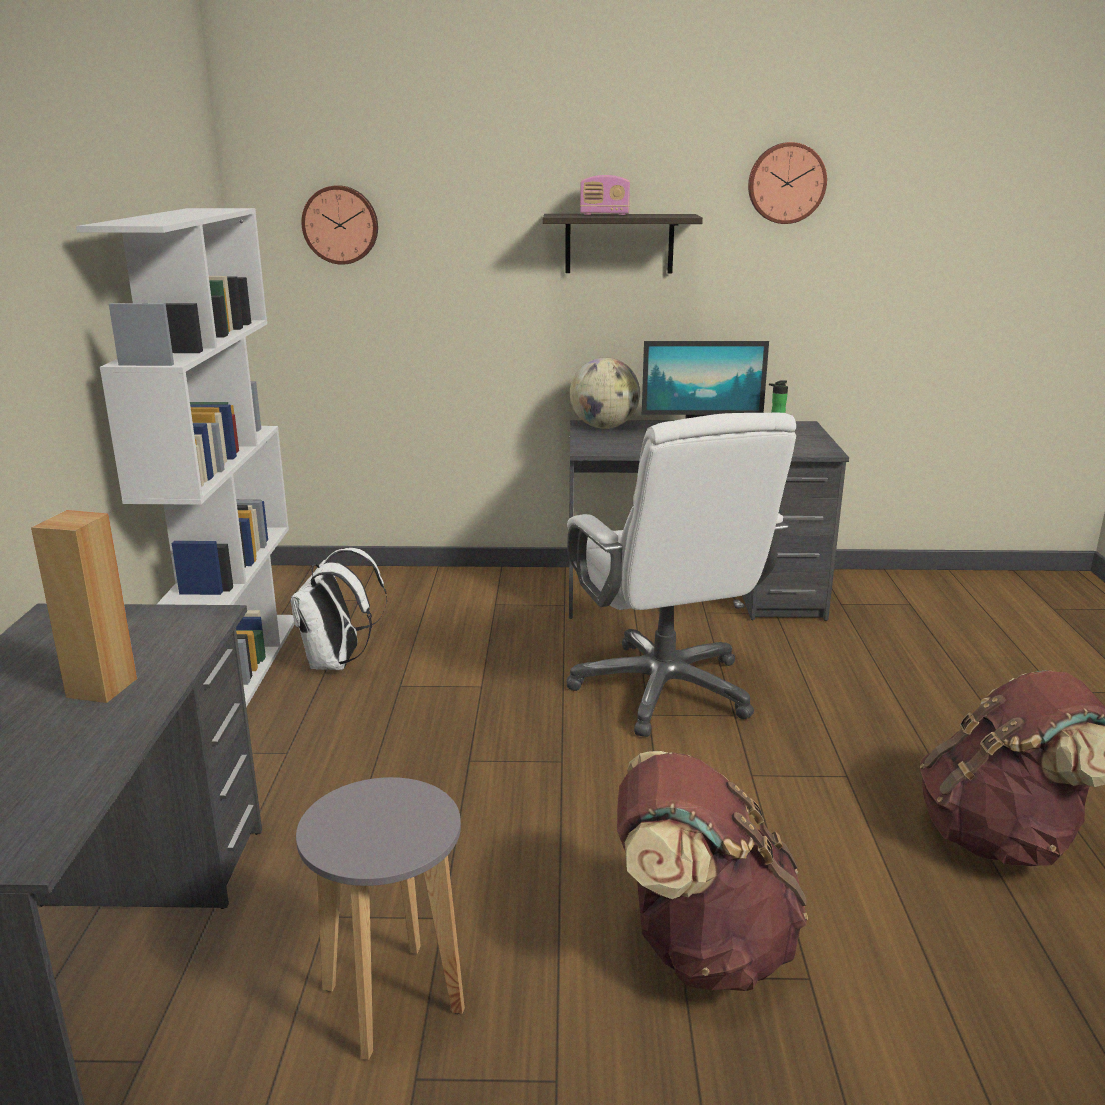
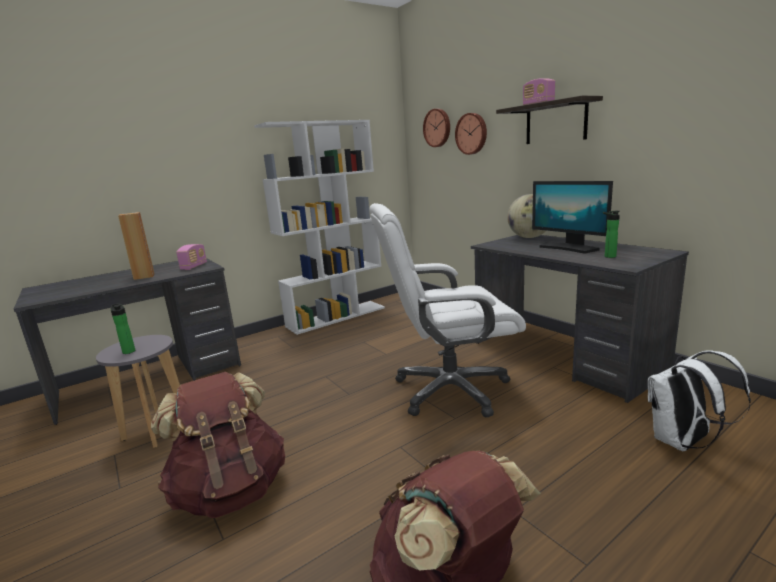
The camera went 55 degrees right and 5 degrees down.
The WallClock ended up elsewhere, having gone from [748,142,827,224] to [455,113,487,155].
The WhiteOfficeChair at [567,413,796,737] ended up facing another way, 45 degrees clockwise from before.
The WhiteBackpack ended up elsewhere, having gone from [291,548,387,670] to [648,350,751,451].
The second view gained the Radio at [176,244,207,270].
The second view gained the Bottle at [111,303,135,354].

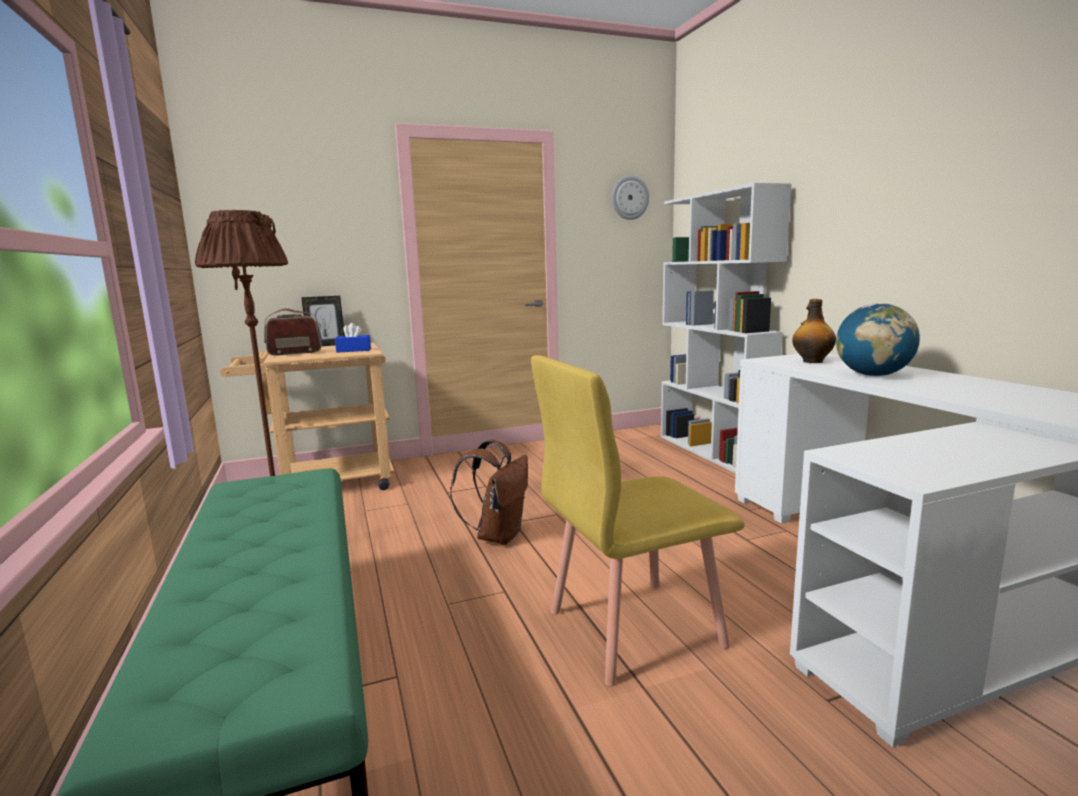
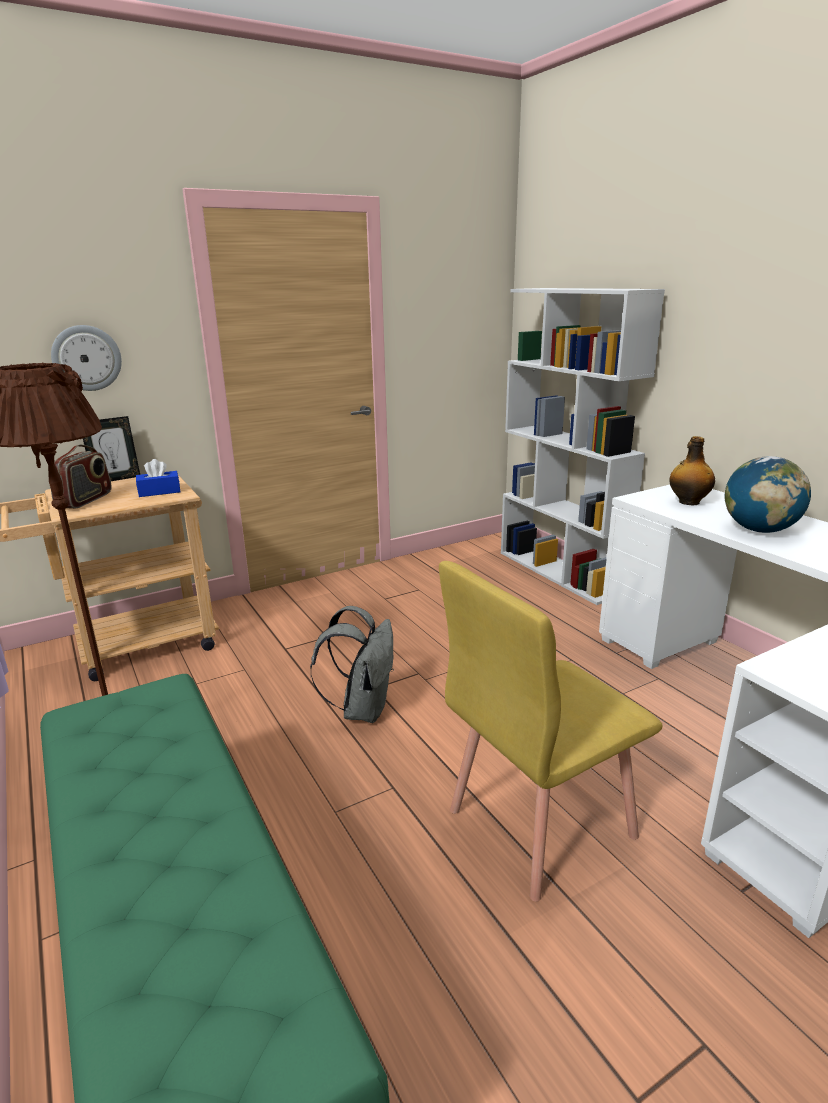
The camera went 10 degrees left and 10 degrees up.
The WallClock ended up elsewhere, having gone from [612,176,649,220] to [51,325,122,391].
The Radio at [264,308,322,356] ended up facing another way, 135 degrees clockwise from before.
What was the BrownBackpack at [450,440,528,545] turned into the GreyBackpack at [310,606,394,723].

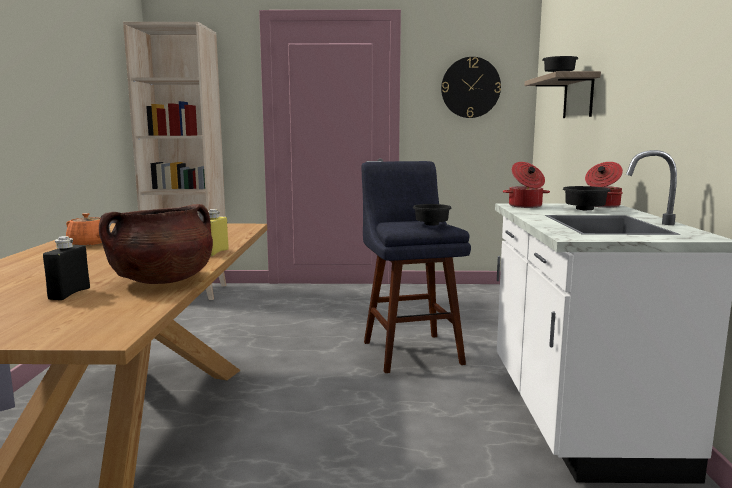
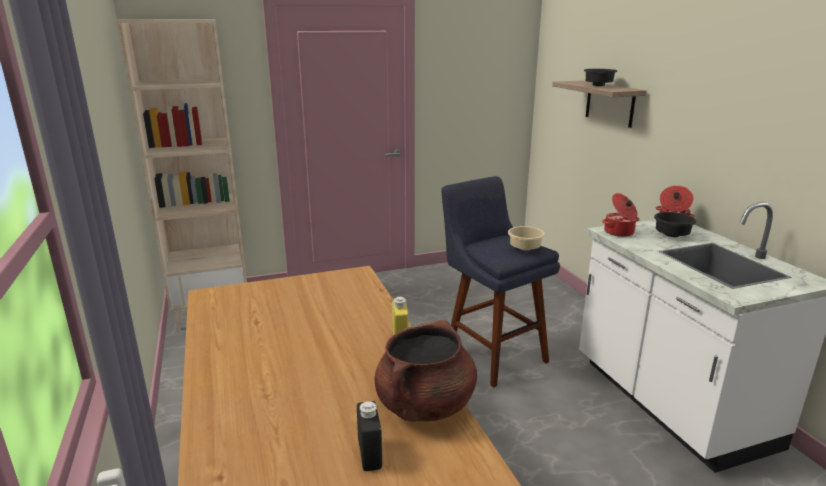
The camera went 20 degrees left and 10 degrees up.
The second view lost the WallClock at [441,57,501,118].
What was the BlackBowl at [413,204,452,226] turned into the BeigeBowl at [508,226,545,251].
The second view lost the OrangeTeapot at [66,213,102,246].

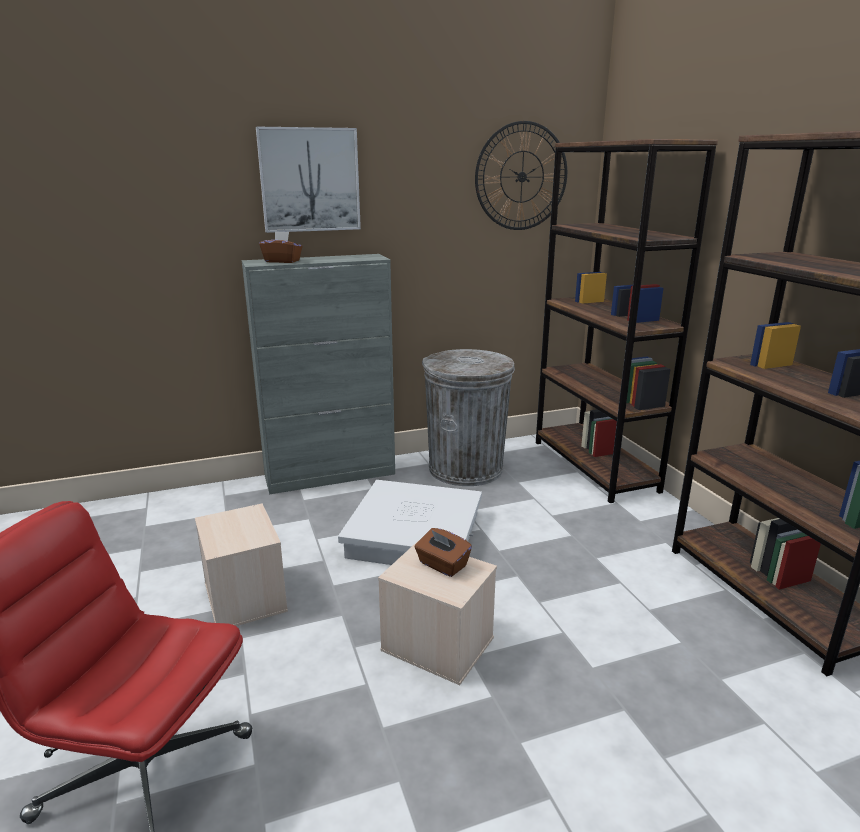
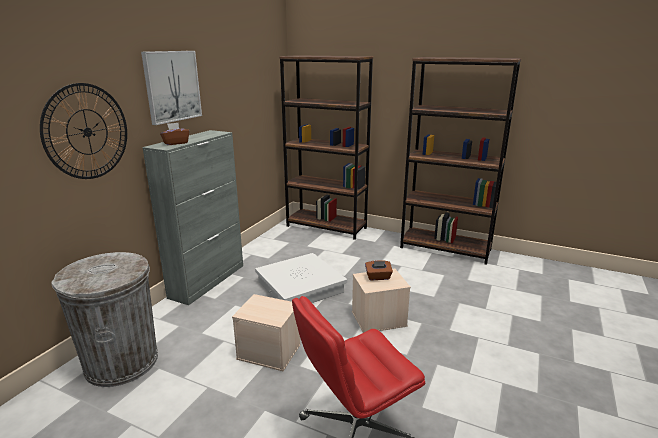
The camera went 45 degrees left and 0 degrees up.
The WallClock ended up elsewhere, having gone from [475,121,567,230] to [40,83,127,179].
The GreyTrashCan ended up elsewhere, having gone from [422,349,515,486] to [51,252,158,387].

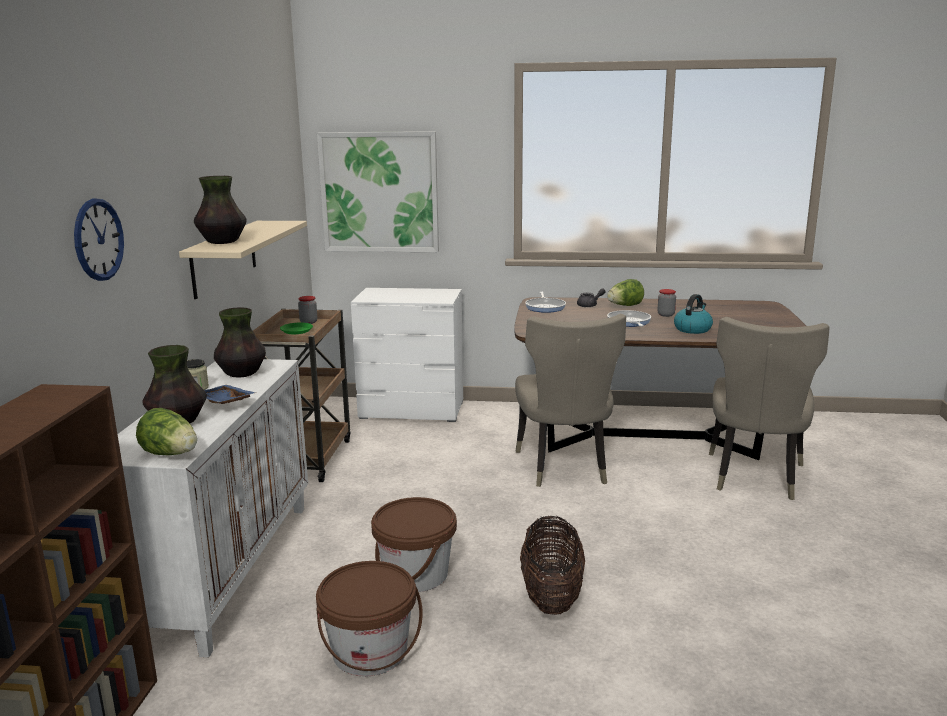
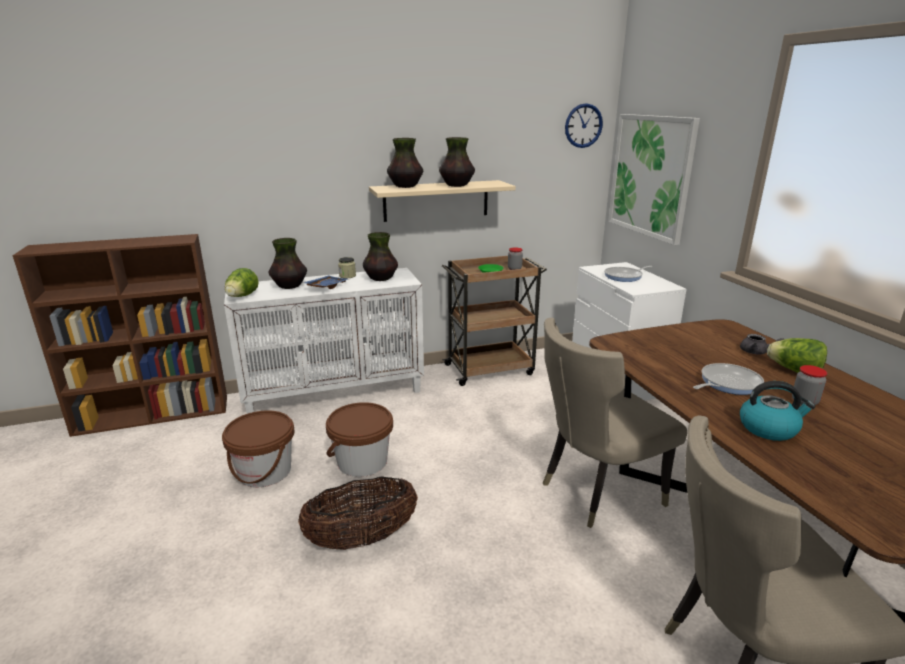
The camera went 65 degrees right and 5 degrees up.
The WallClock ended up elsewhere, having gone from [74,199,124,281] to [565,103,603,148].
The FryingPan ended up elsewhere, having gone from [525,292,566,313] to [604,266,653,282].
The second view gained the Vase at [439,137,475,187].

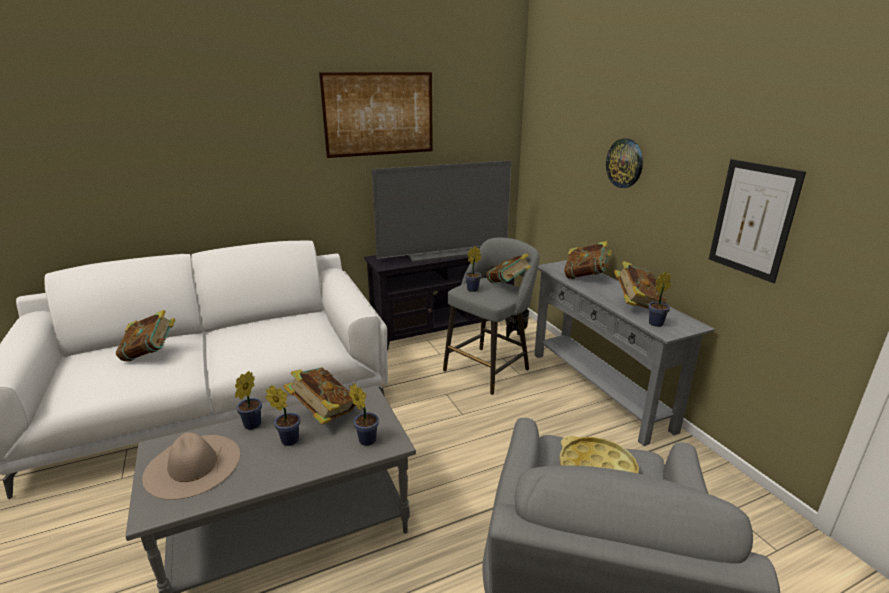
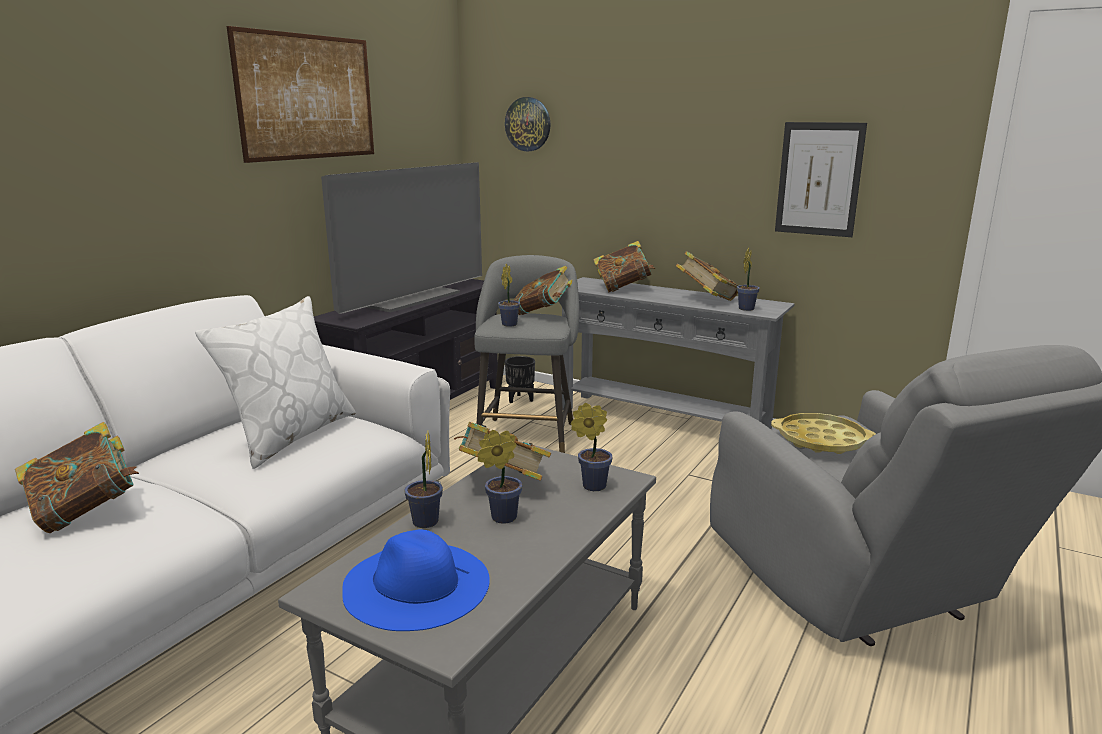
The camera went 35 degrees left and 5 degrees down.
The WallClock ended up elsewhere, having gone from [606,138,643,188] to [505,97,551,151].
What was the BeigeHat at [142,432,240,500] turned into the BlueHat at [342,530,490,631].
The second view gained the WhitePillow at [195,296,356,469].

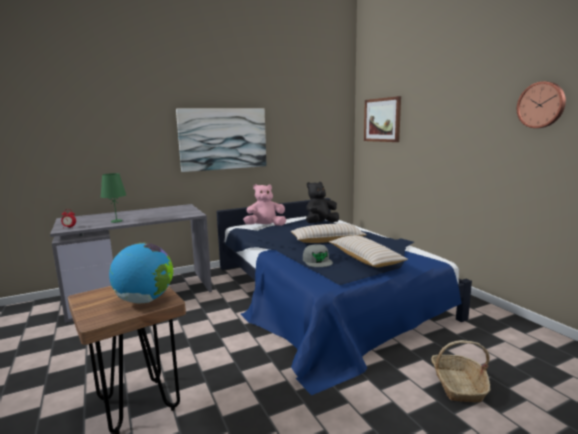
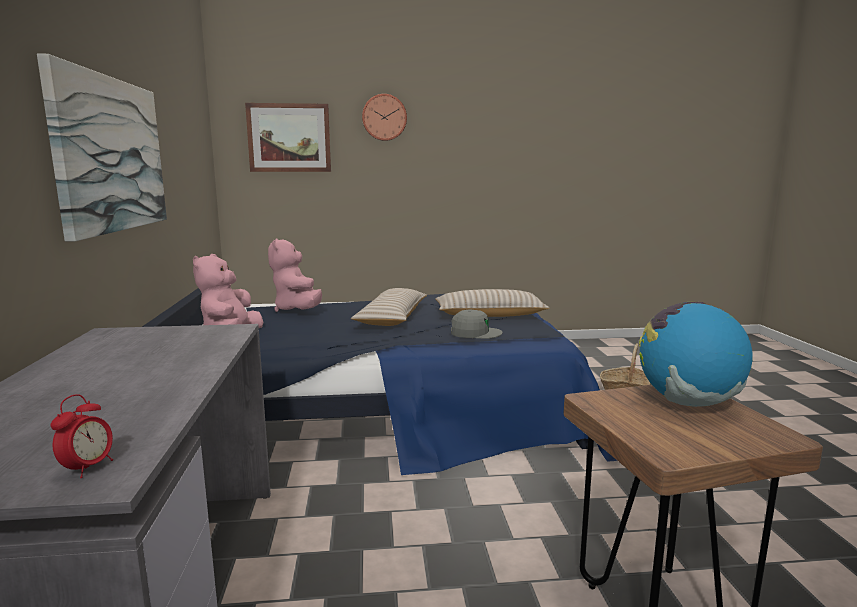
The camera went 70 degrees left and 0 degrees up.
The WallClock ended up elsewhere, having gone from [517,81,566,128] to [362,94,407,141].
The second view lost the GreenTableLamp at [100,173,126,223].
What was the BlackPlushToy at [306,182,339,223] turned into the PinkPlushToy at [268,239,322,312].

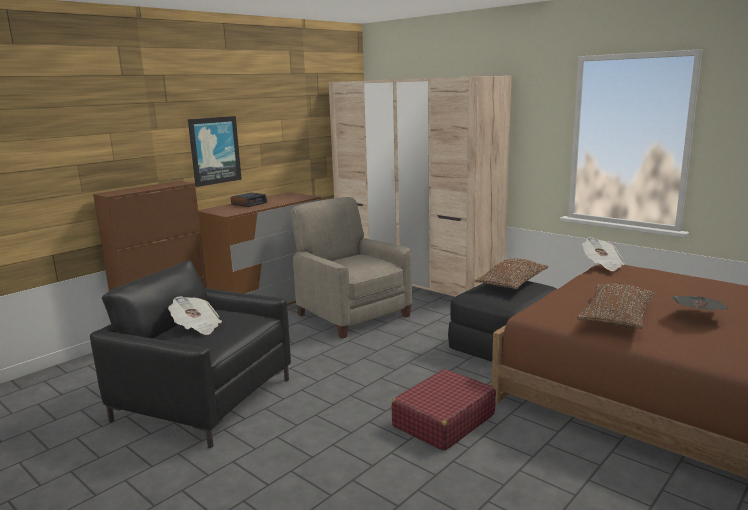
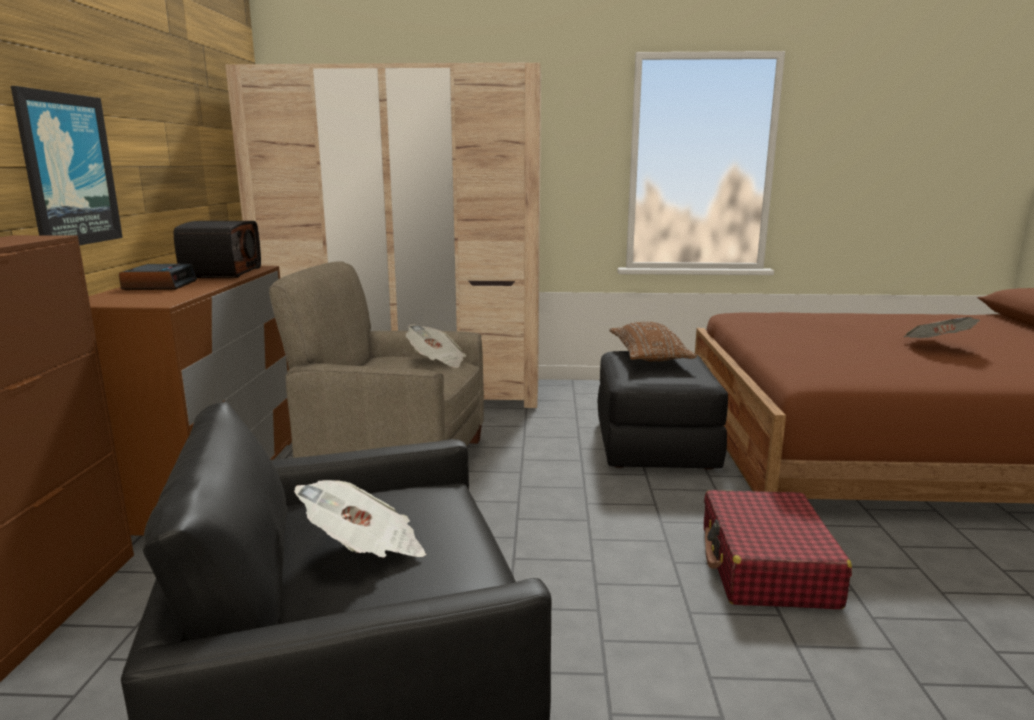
The camera went 40 degrees left and 0 degrees up.
The Newspaper ended up elsewhere, having gone from [582,237,625,271] to [405,324,466,368].
The second view lost the BrownPillow at [577,283,655,329].
The second view gained the Radio at [173,221,261,278].

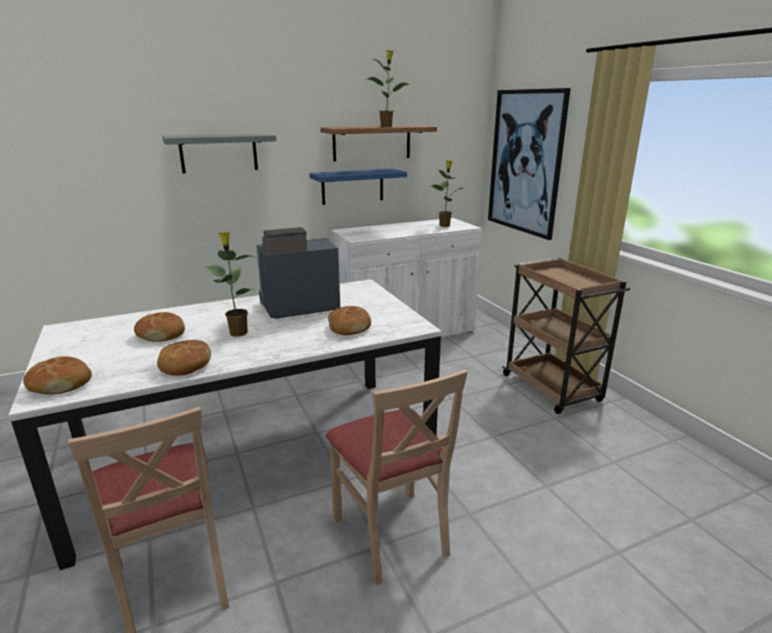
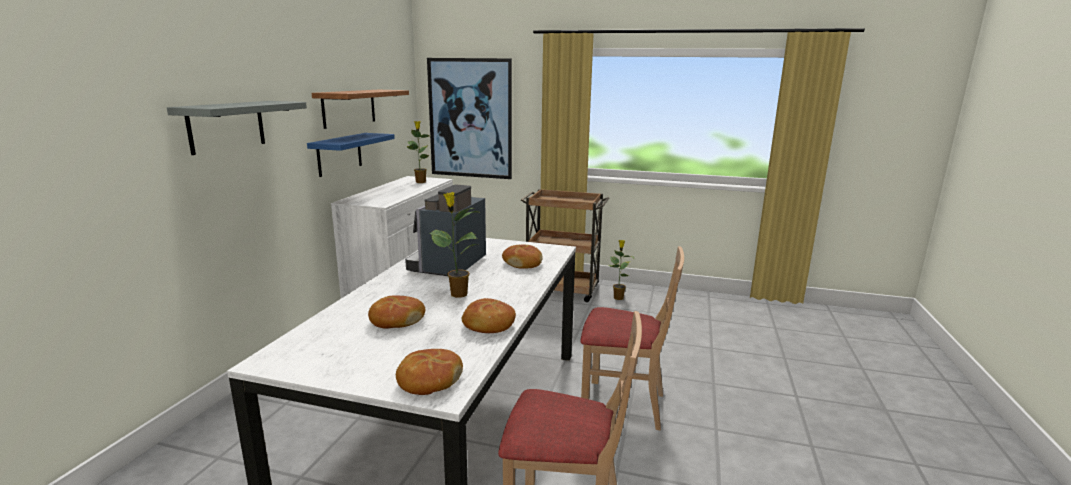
The camera went 50 degrees left and 5 degrees down.
The PottedPlant ended up elsewhere, having gone from [367,50,410,127] to [609,240,634,300].

